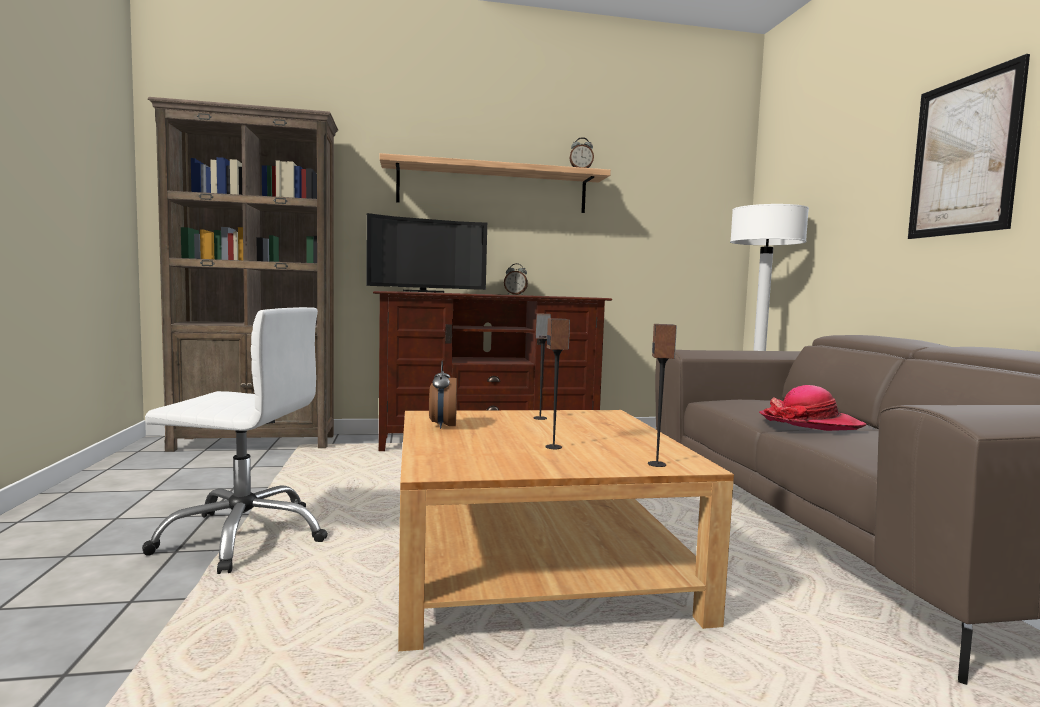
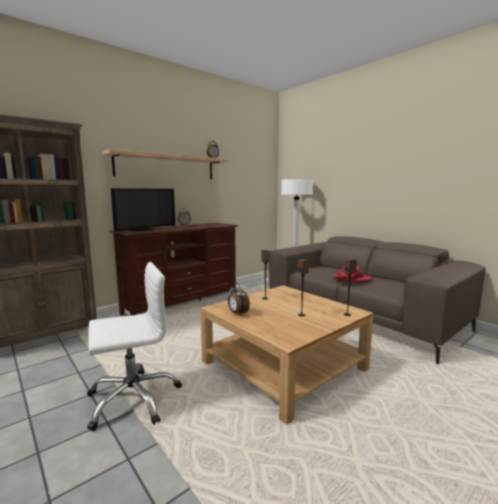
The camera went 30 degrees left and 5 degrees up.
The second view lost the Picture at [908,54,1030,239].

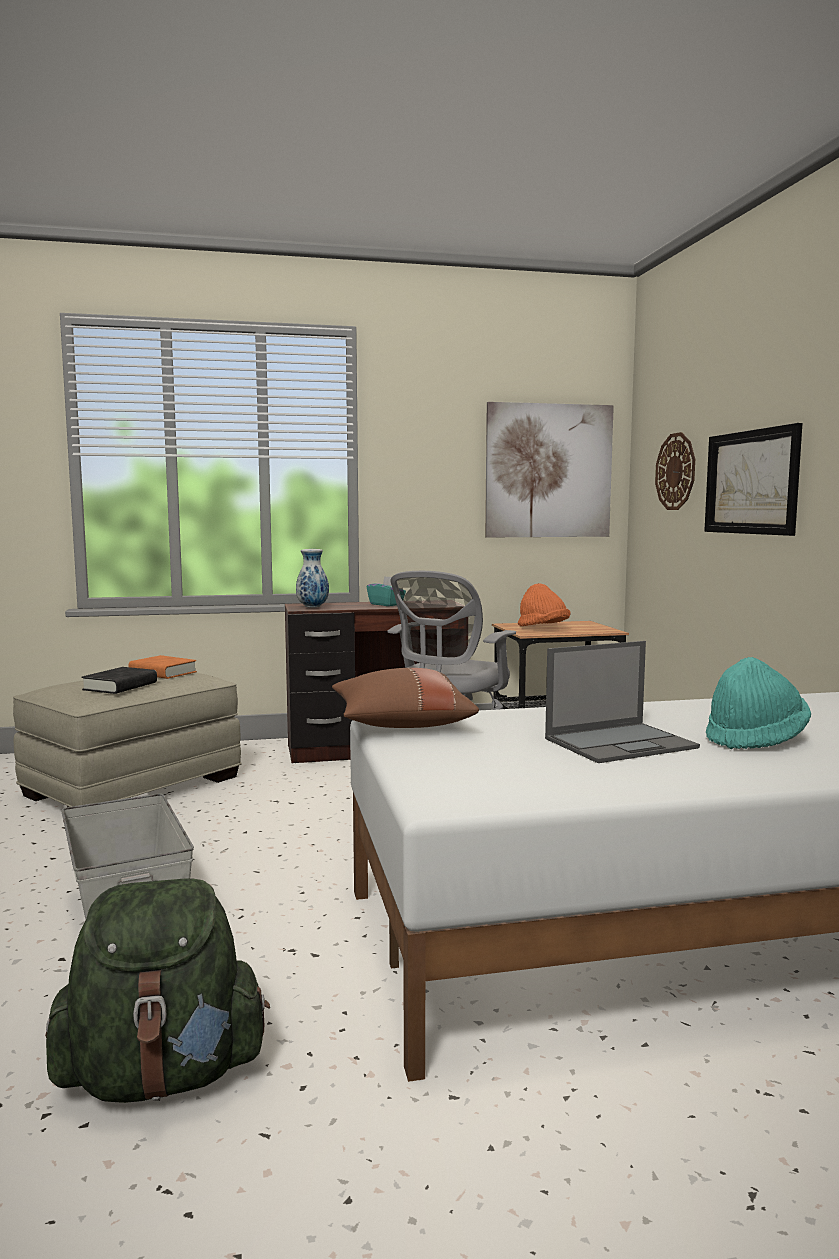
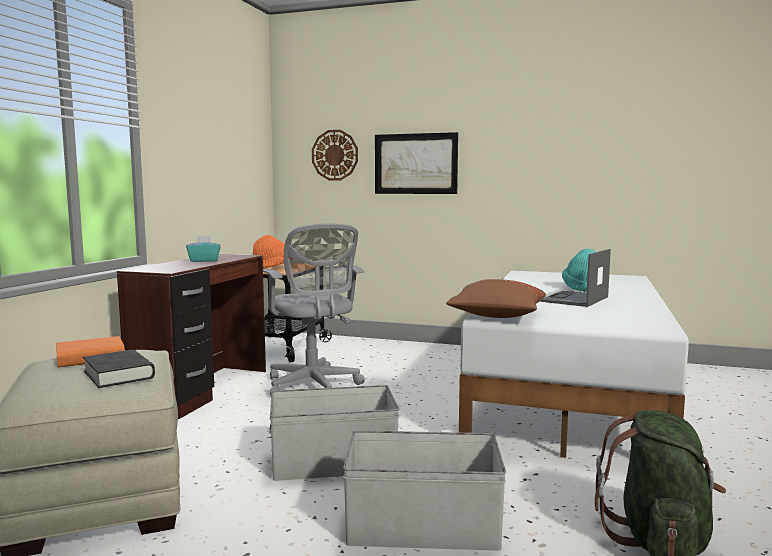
The camera went 60 degrees left and 0 degrees up.
The second view lost the Picture at [485,402,614,537].
The second view lost the Vase at [296,549,329,608].
The Laptop at [545,641,700,763] ended up facing another way, 150 degrees counterclockwise from before.
The second view gained the GreyStorageBox at [270,385,399,481].

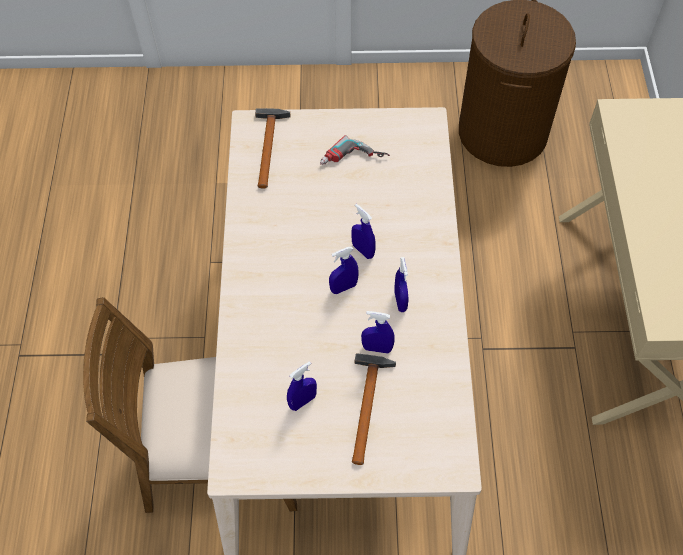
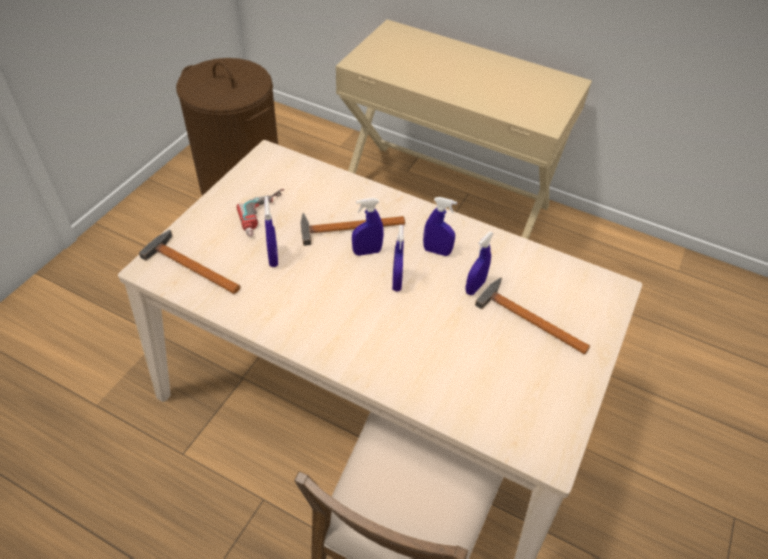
The camera went 65 degrees left and 10 degrees down.
The BlueSprayBottle ended up elsewhere, having gone from [287,361,317,411] to [264,196,278,267].
The second view gained the Hammer at [301,213,405,246].

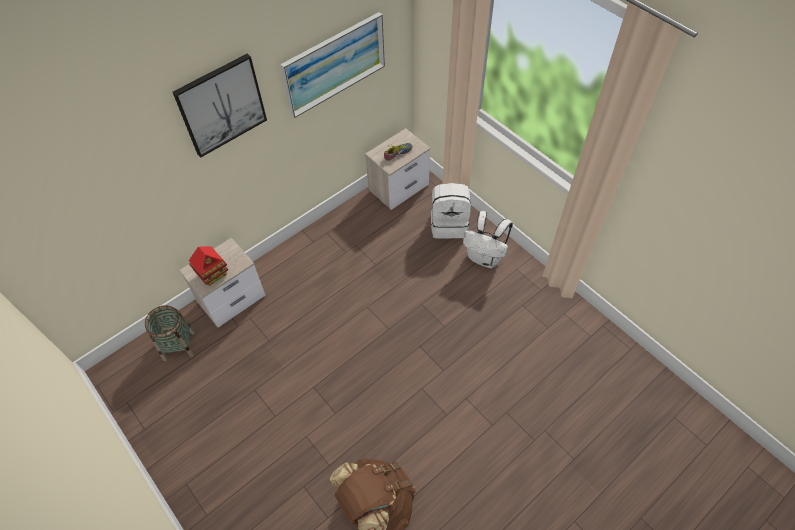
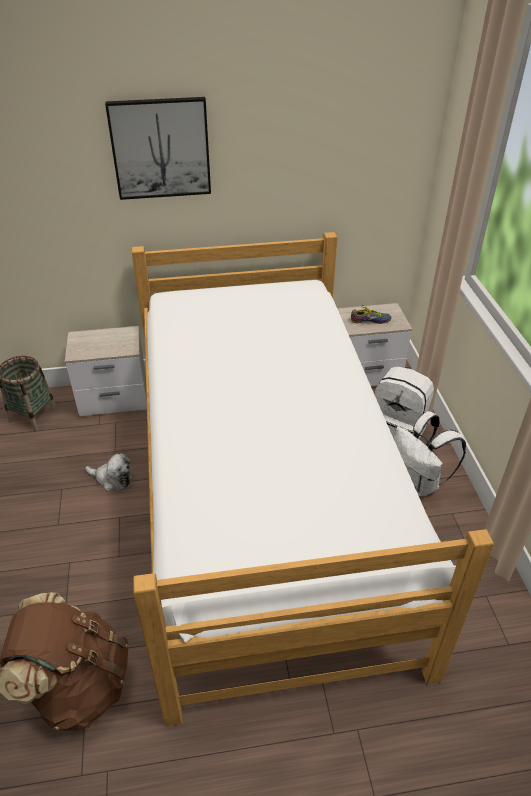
The camera went 30 degrees right and 15 degrees down.
The second view lost the Picture at [280,12,385,118].
The second view lost the ToyHouse at [189,246,228,286].
The second view gained the Bed at [132,232,494,726].
The second view gained the PlushToy at [85,453,133,492].

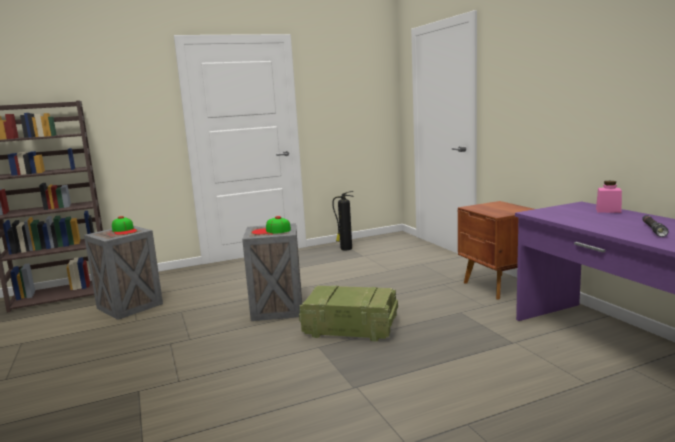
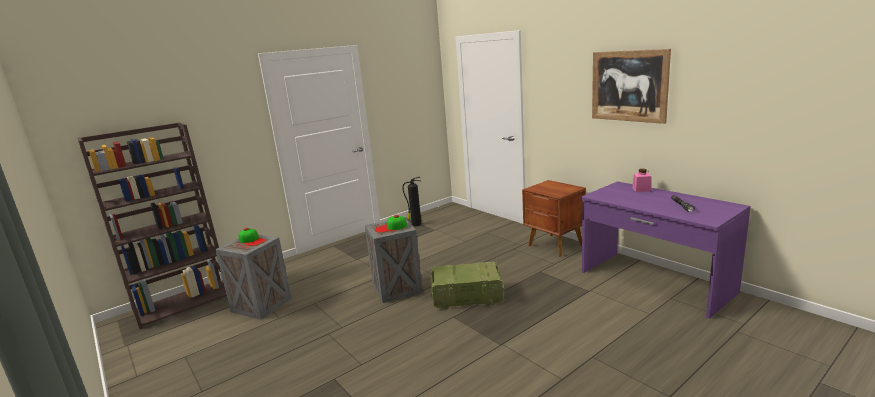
The camera went 15 degrees left and 5 degrees up.
The second view gained the Picture at [592,49,671,124].

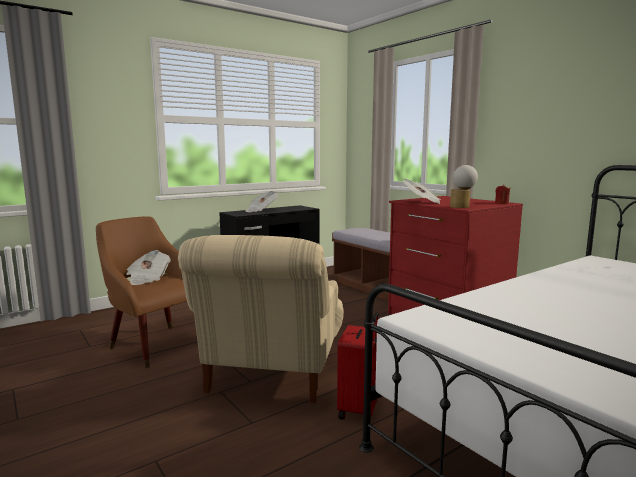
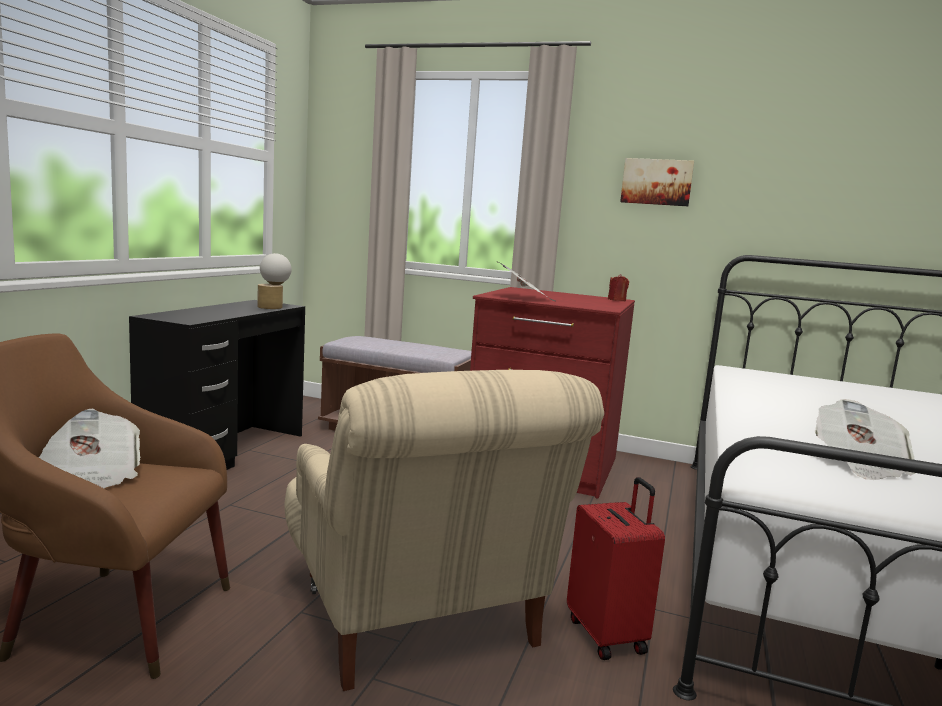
The camera went 35 degrees left and 0 degrees up.
The TableLamp ended up elsewhere, having gone from [450,165,478,208] to [257,253,292,309].
The Newspaper ended up elsewhere, having gone from [245,191,278,212] to [815,399,915,480].
The second view gained the Picture at [620,158,694,206].

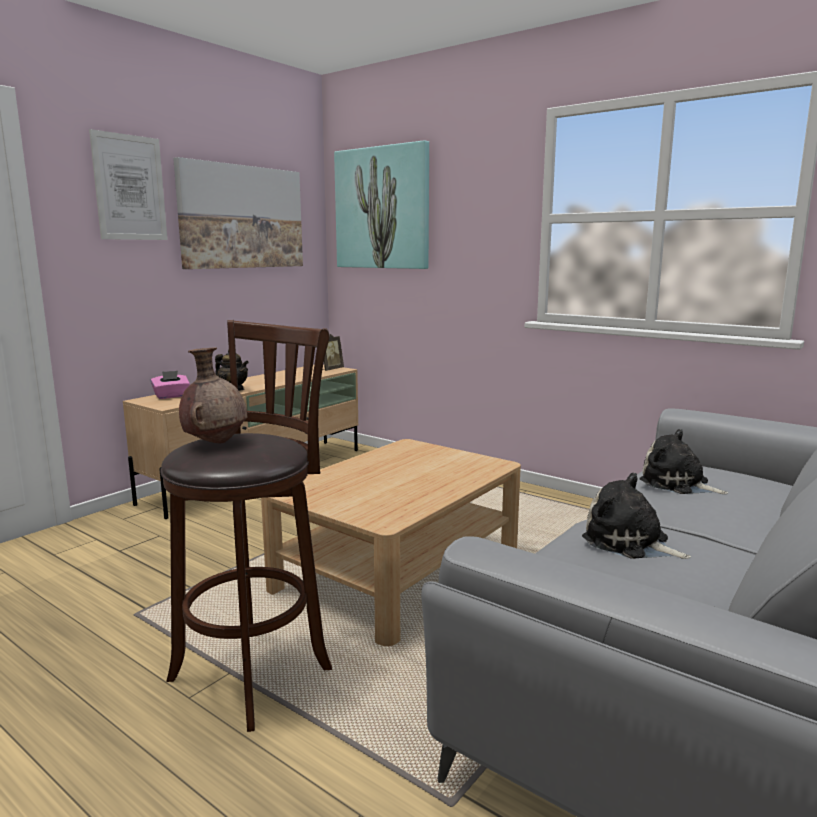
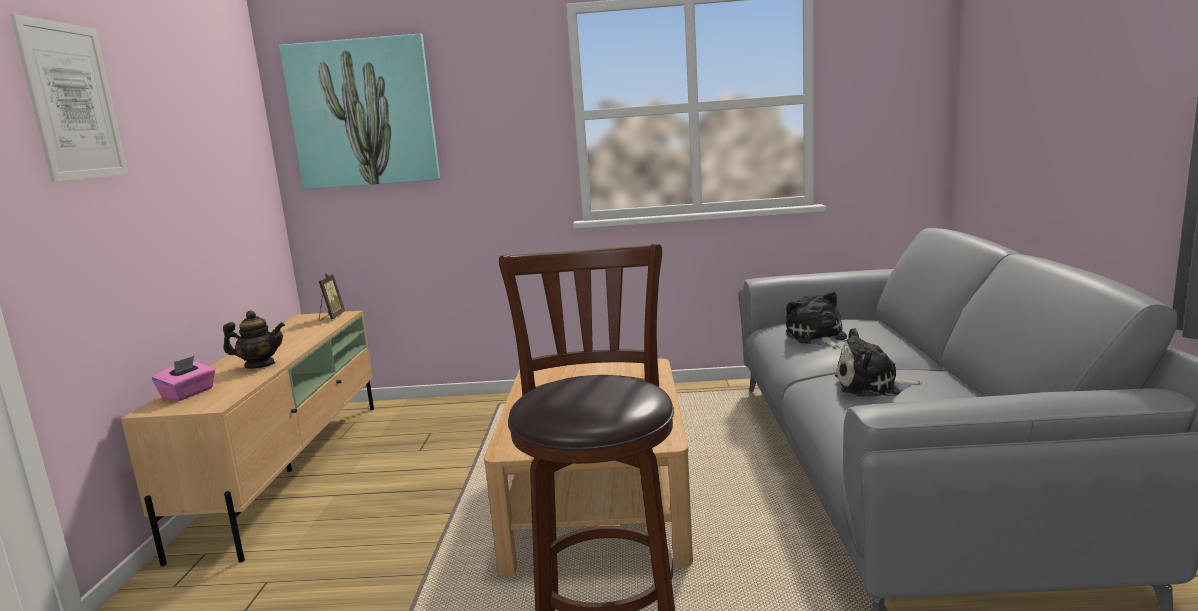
The camera went 35 degrees left and 0 degrees up.
The second view lost the Picture at [173,157,303,269].
The second view lost the BrownVase at [179,347,247,444].
The PlushToy at [639,429,728,494] ended up facing another way, 75 degrees clockwise from before.

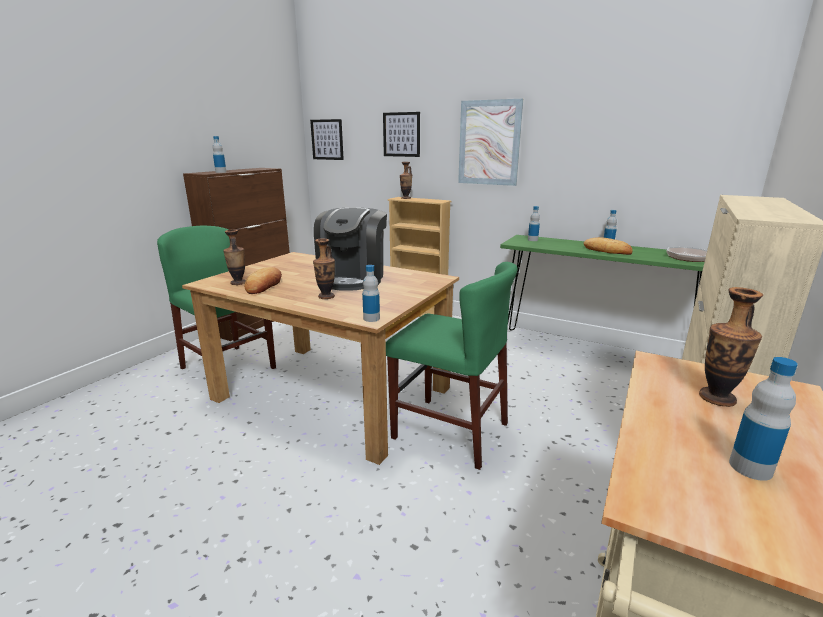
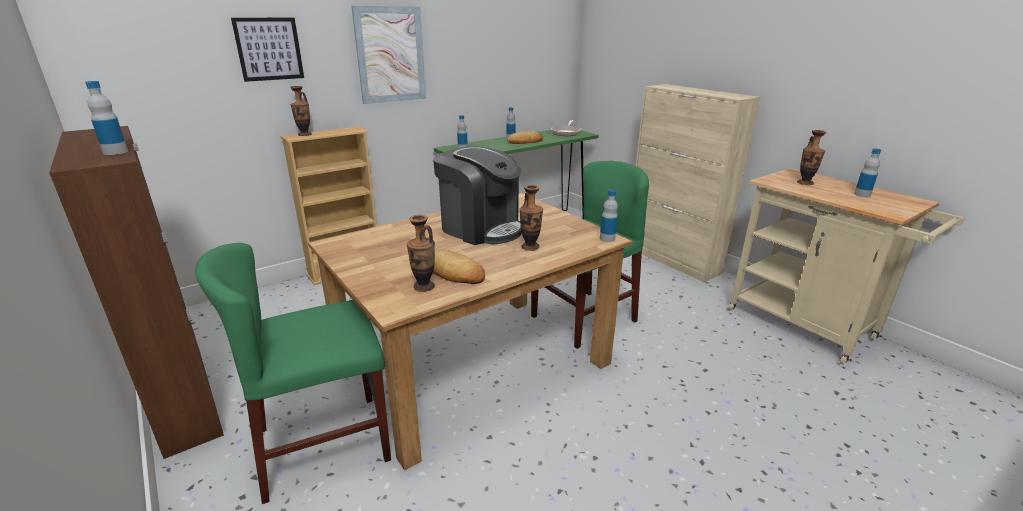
The camera went 65 degrees left and 5 degrees up.
The second view lost the Picture at [310,119,344,160].

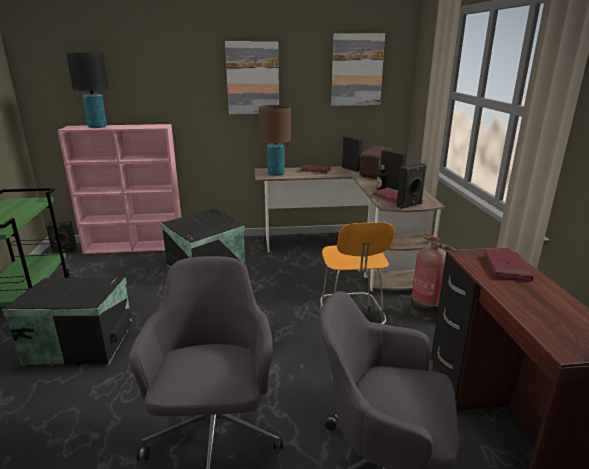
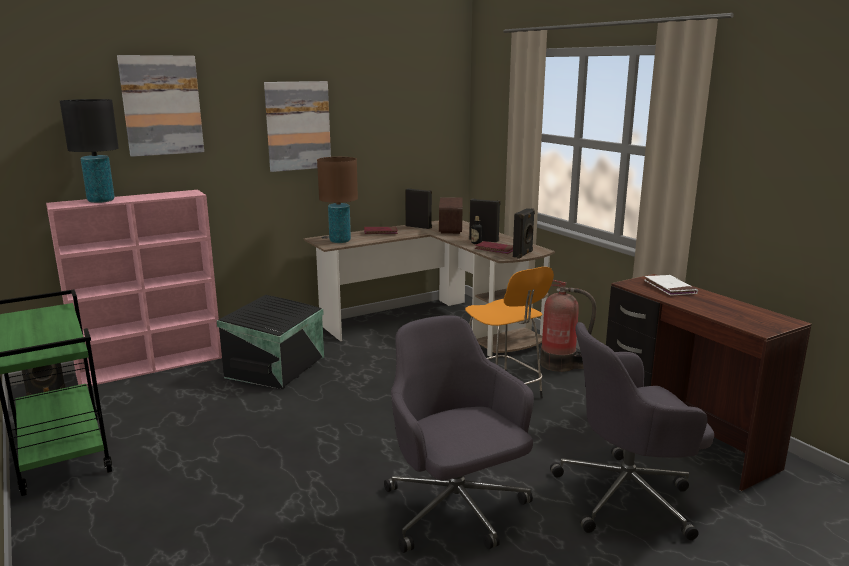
The camera went 25 degrees left and 5 degrees down.
The Picture ended up elsewhere, having gone from [331,33,385,106] to [117,55,204,157].
What was the RedBook at [484,249,533,281] turned into the WhiteBook at [644,275,698,296].
The second view lost the BlackStorageBox at [2,277,132,366].

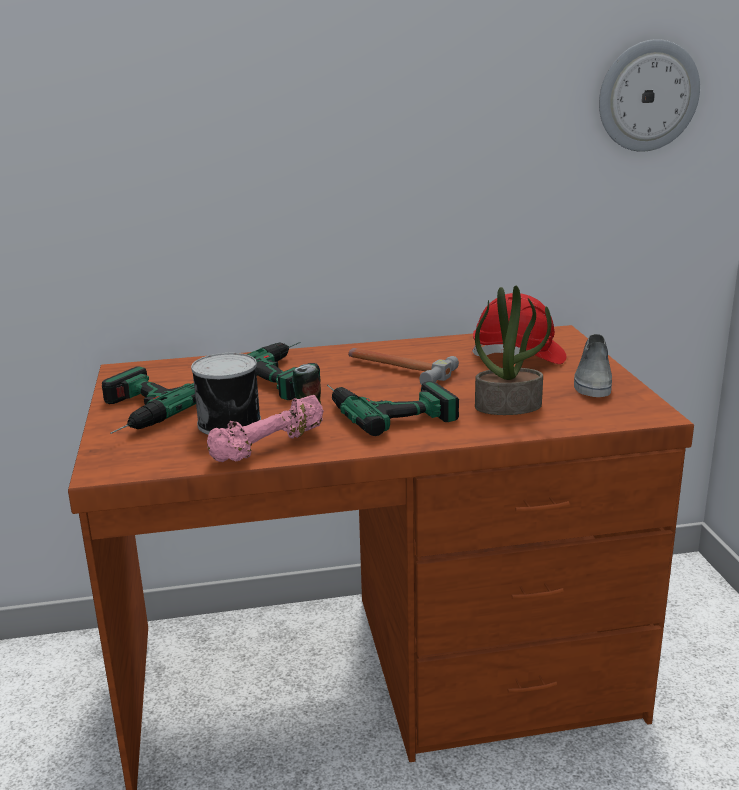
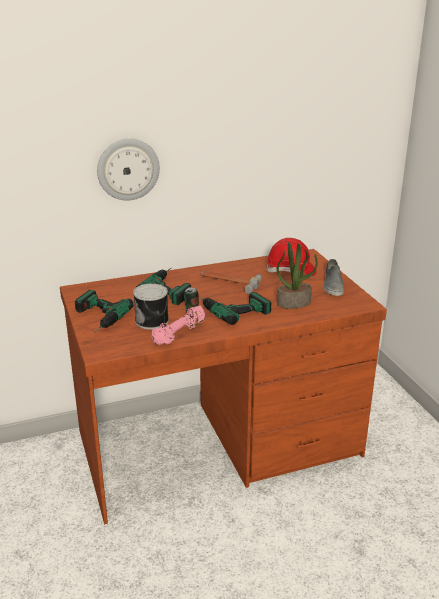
The camera went 10 degrees left and 5 degrees up.
The WallClock ended up elsewhere, having gone from [599,39,700,152] to [97,139,160,201].

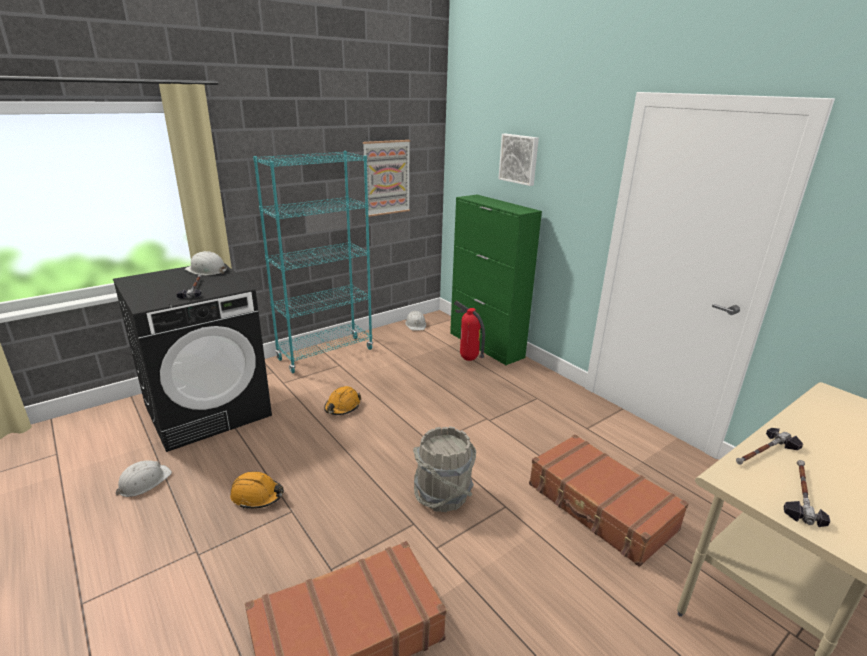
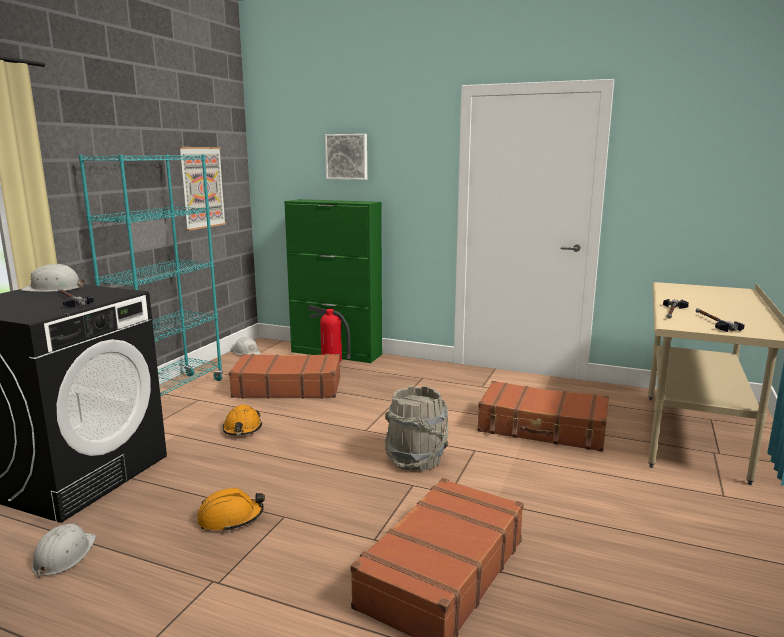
The camera went 30 degrees left and 10 degrees down.
The second view gained the BrownSuitcase at [229,354,340,398].

